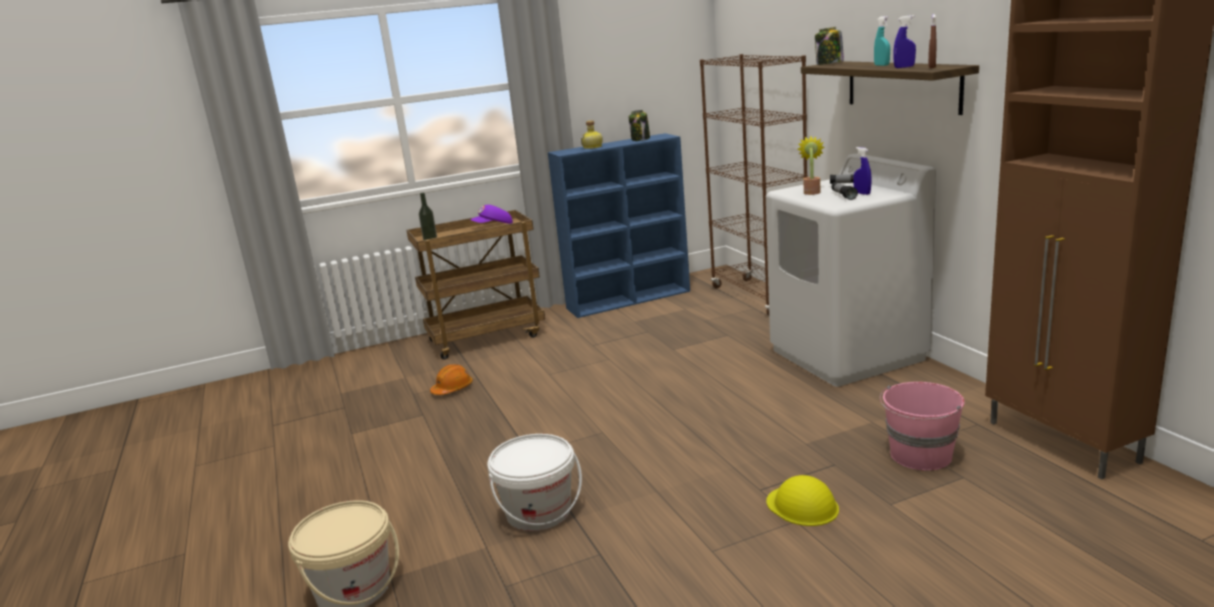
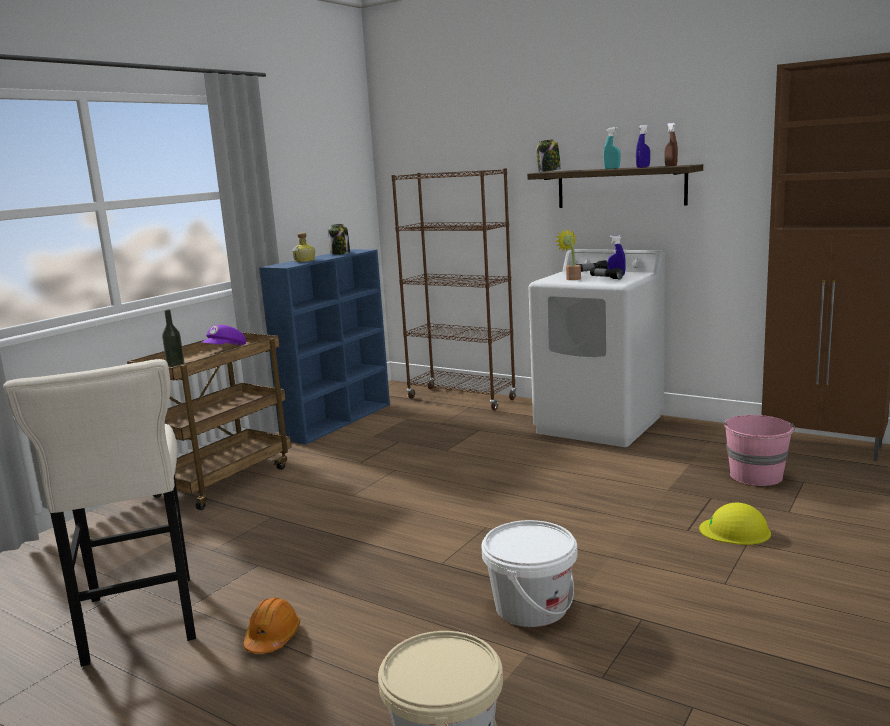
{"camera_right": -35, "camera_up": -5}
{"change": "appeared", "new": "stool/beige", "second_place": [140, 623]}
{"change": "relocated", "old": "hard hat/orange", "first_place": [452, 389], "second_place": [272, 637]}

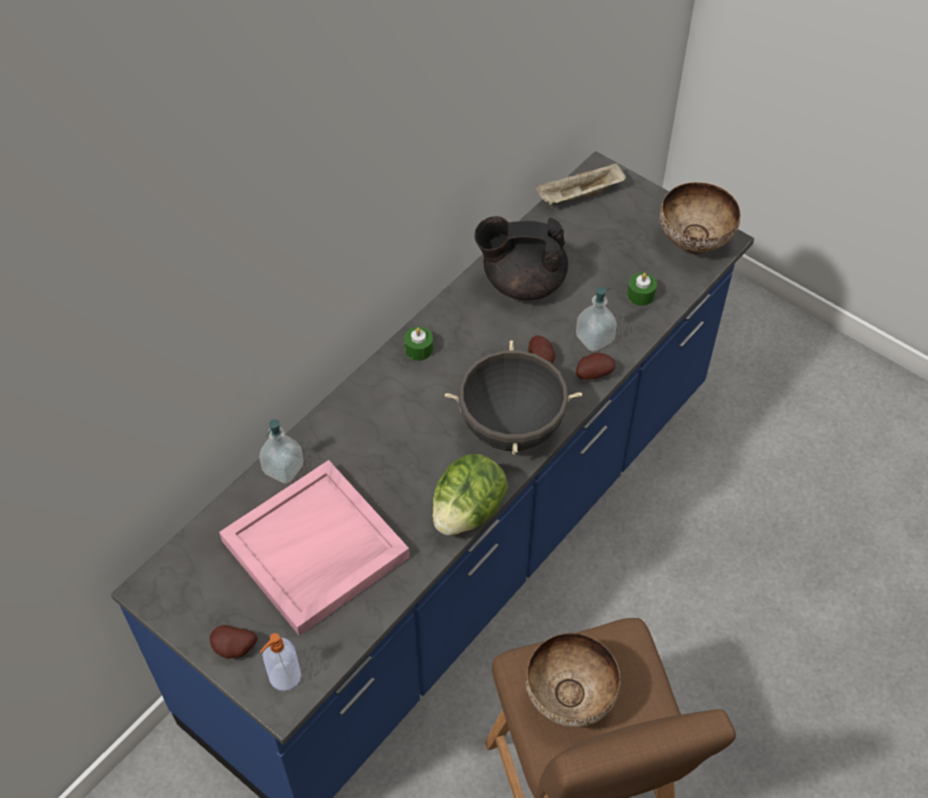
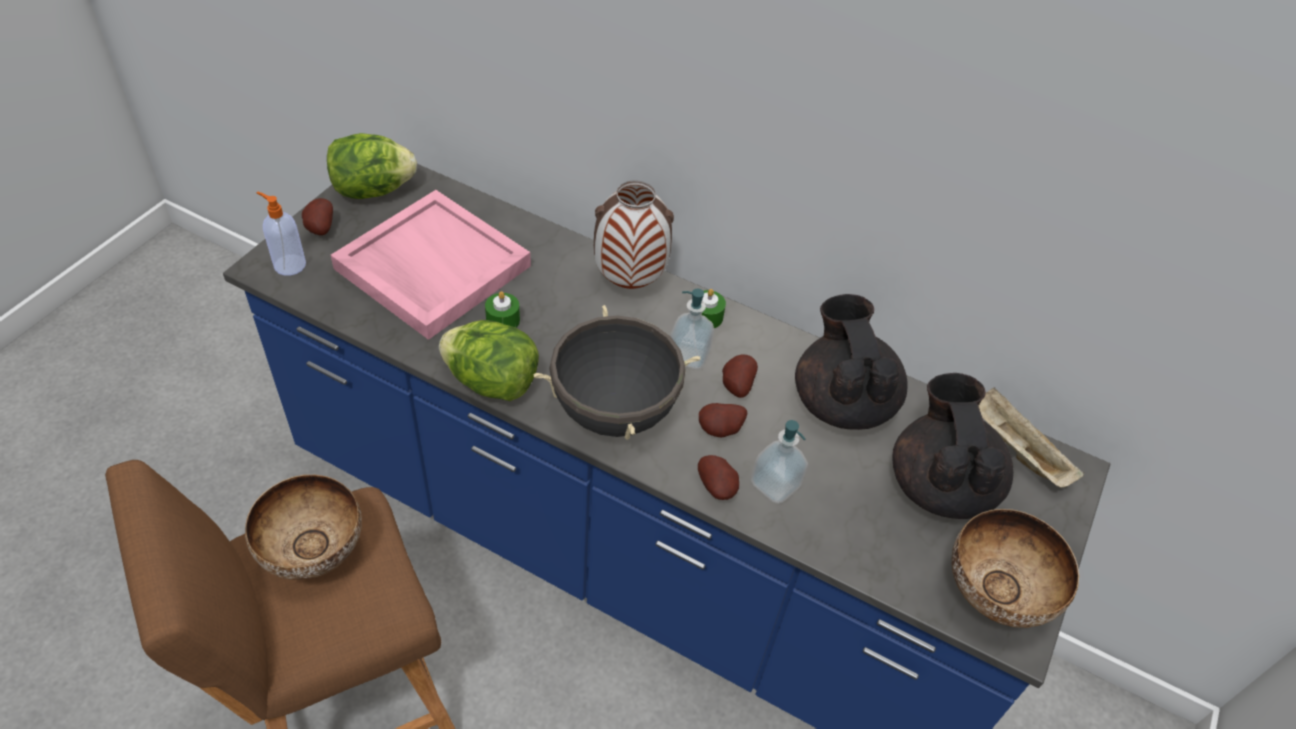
{"camera_right": 75, "camera_up": -5}
{"change": "appeared", "new": "lettuce", "second_place": [372, 190]}
{"change": "relocated", "old": "candle/green", "first_place": [640, 295], "second_place": [503, 320]}
{"change": "appeared", "new": "vase", "second_place": [630, 282]}
{"change": "relocated", "old": "soap dispenser", "first_place": [283, 468], "second_place": [688, 355]}
{"change": "appeared", "new": "potato", "second_place": [735, 385]}
{"change": "appeared", "new": "teapot/black", "second_place": [940, 484]}

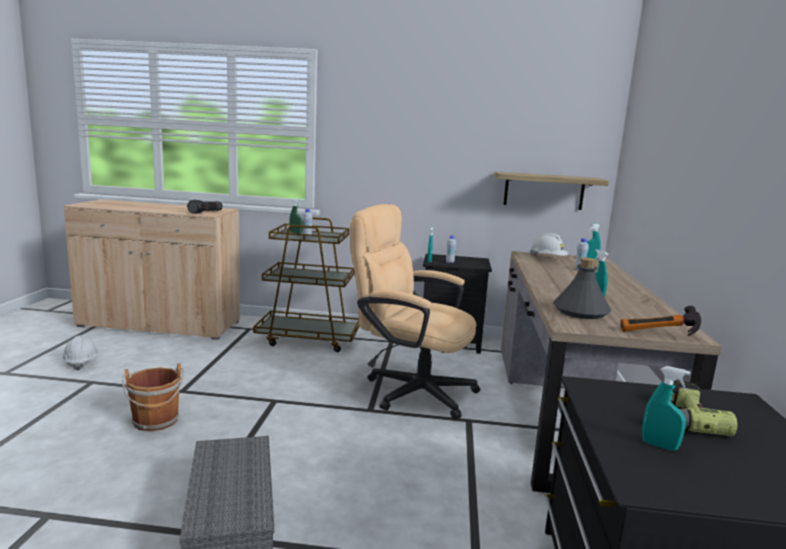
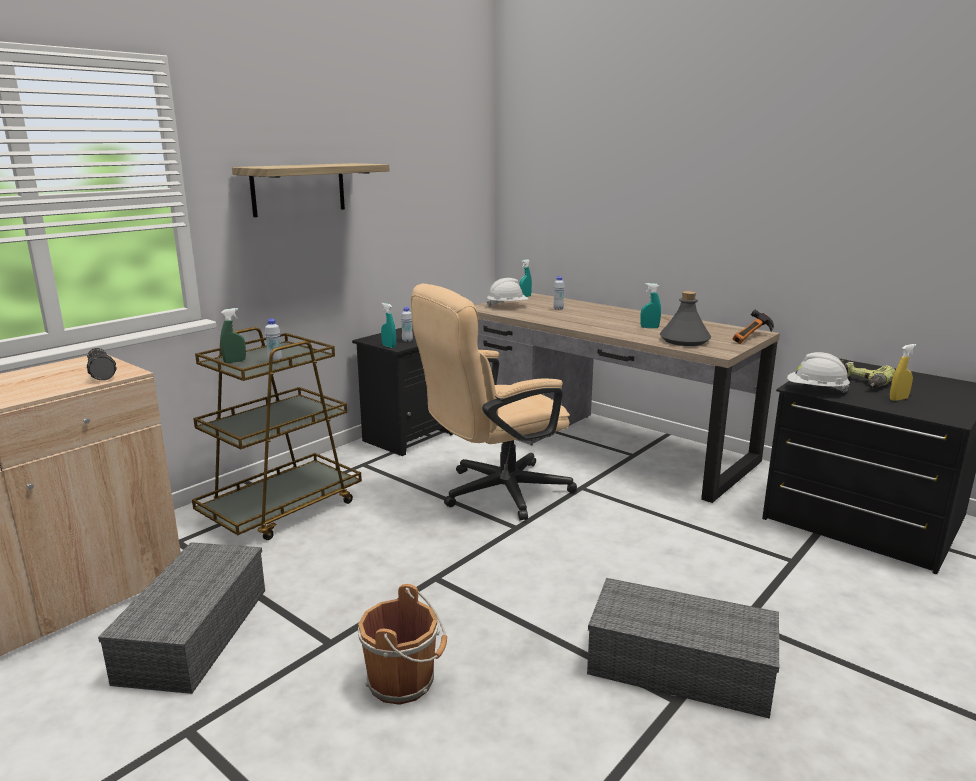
{"camera_right": -55, "camera_up": 5}
{"change": "appeared", "new": "storage box/grey", "second_place": [194, 632]}
{"change": "relocated", "old": "shelf", "first_place": [544, 191], "second_place": [299, 189]}
{"change": "relocated", "old": "hard hat/white", "first_place": [81, 363], "second_place": [816, 391]}
{"change": "colour", "old": "spray bottle/turquoise", "new": "spray bottle/yellow", "first_place": [659, 446], "second_place": [898, 399]}

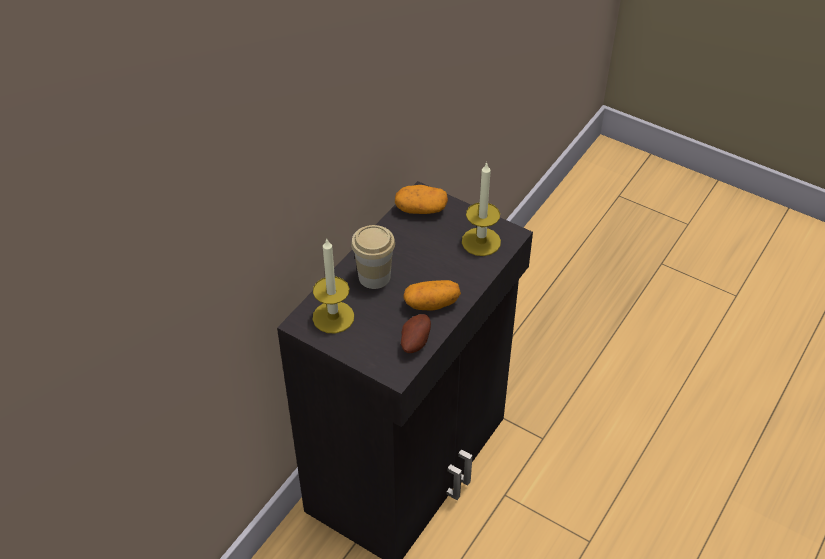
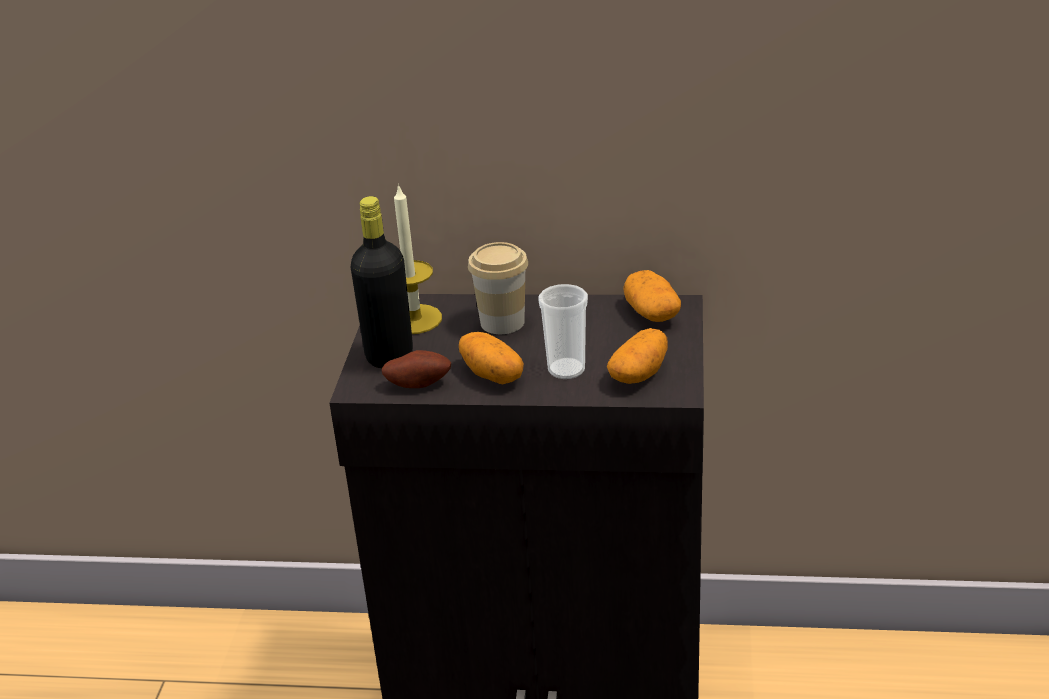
{"camera_right": 65, "camera_up": -15}
{"change": "appeared", "new": "bottle/black", "second_place": [389, 356]}
{"change": "appeared", "new": "cup", "second_place": [566, 369]}
{"change": "exchanged", "old": "candle", "new": "potato", "first_place": [481, 241], "second_place": [639, 374]}

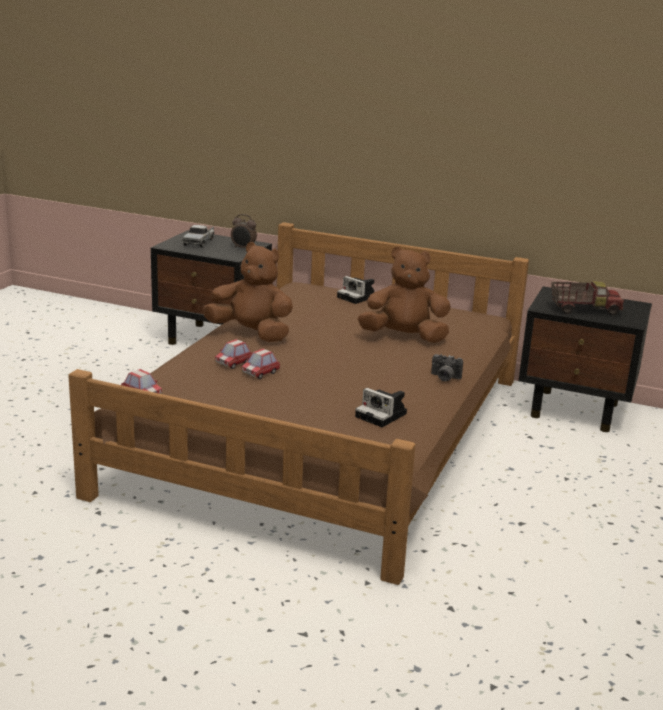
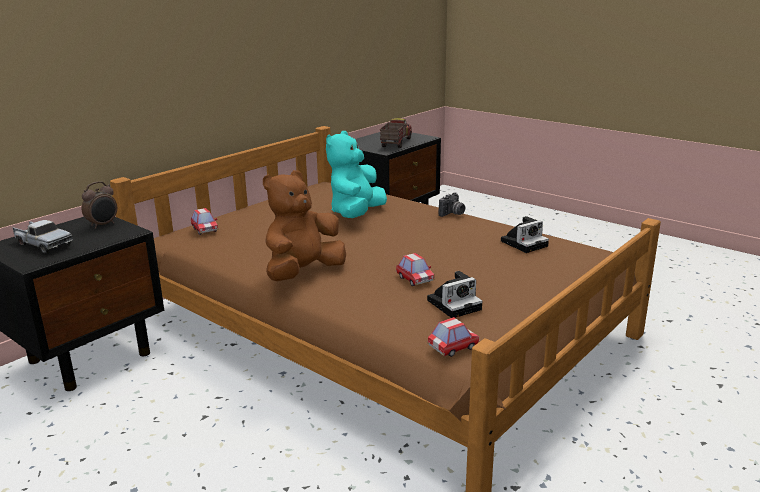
{"camera_right": -70, "camera_up": 0}
{"change": "relocated", "old": "toy car", "first_place": [234, 363], "second_place": [204, 230]}
{"change": "colour", "old": "plush toy/brown", "new": "plush toy/turquoise", "first_place": [404, 337], "second_place": [356, 214]}
{"change": "relocated", "old": "photo camera", "first_place": [358, 297], "second_place": [455, 304]}

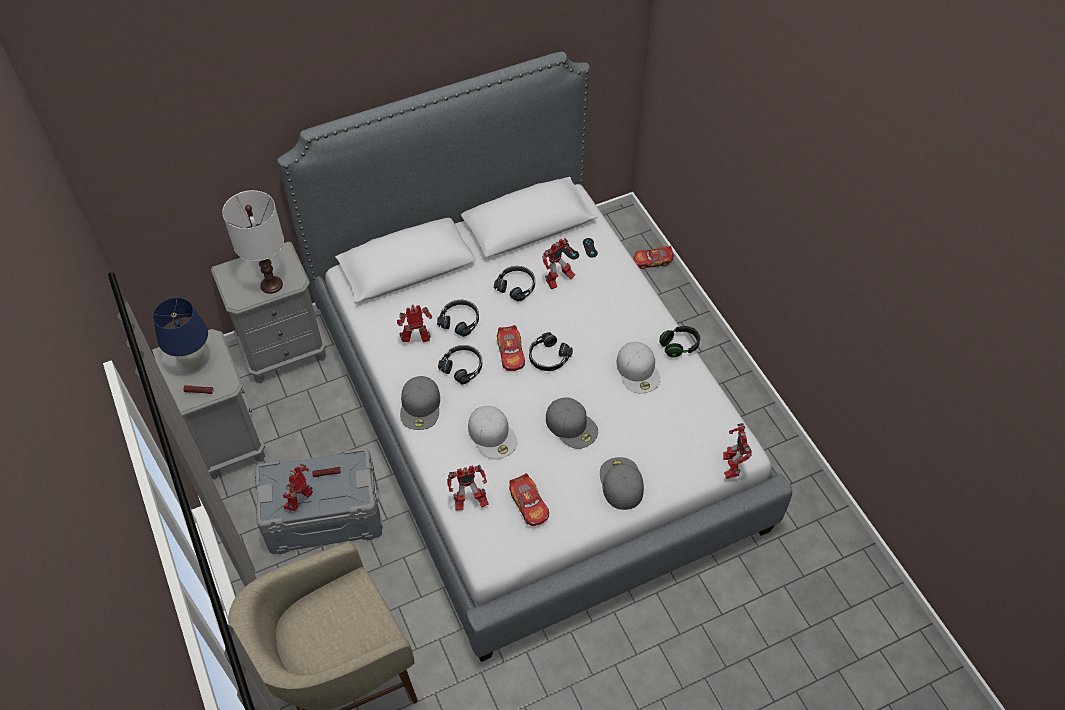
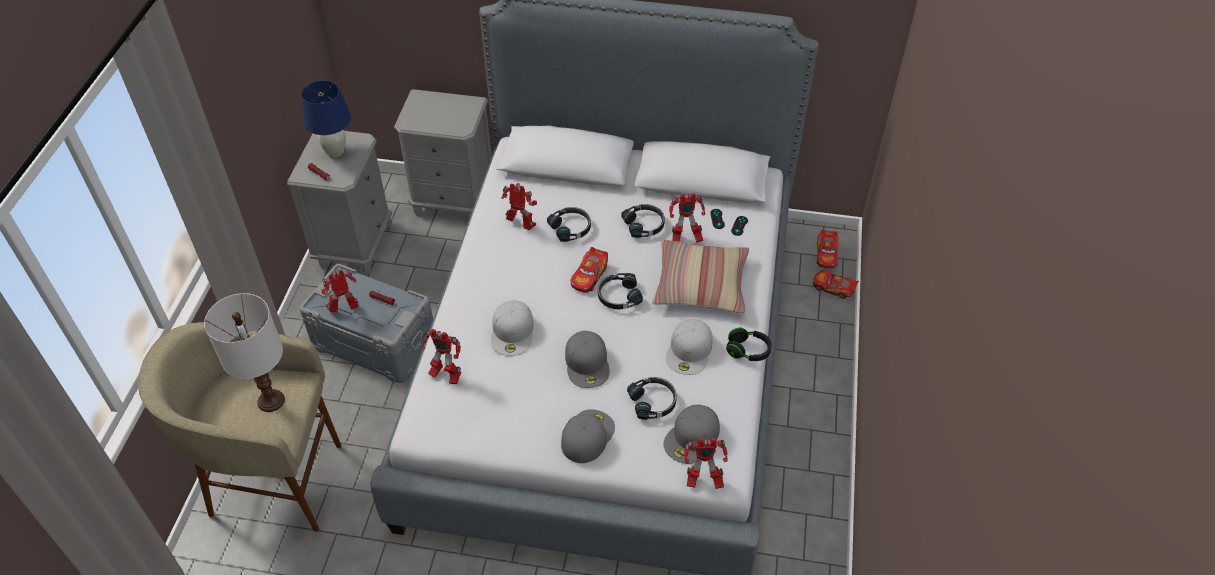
{"camera_right": 35, "camera_up": -5}
{"change": "relocated", "old": "table lamp/white", "first_place": [271, 285], "second_place": [270, 400]}
{"change": "relocated", "old": "headphones/black", "first_place": [463, 366], "second_place": [653, 401]}
{"change": "appeared", "new": "pillow", "second_place": [701, 284]}
{"change": "relocated", "old": "cap/grey", "first_place": [421, 406], "second_place": [692, 438]}
{"change": "spun", "old": "toy robot", "first_place": [731, 465], "second_place": [702, 481], "degrees": -120}
{"change": "relocated", "old": "toy car", "first_place": [529, 504], "second_place": [826, 254]}

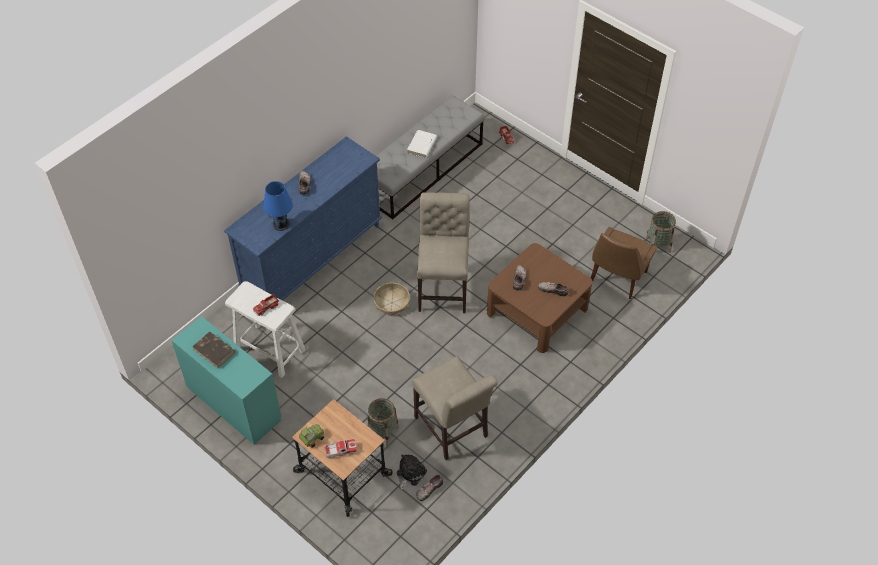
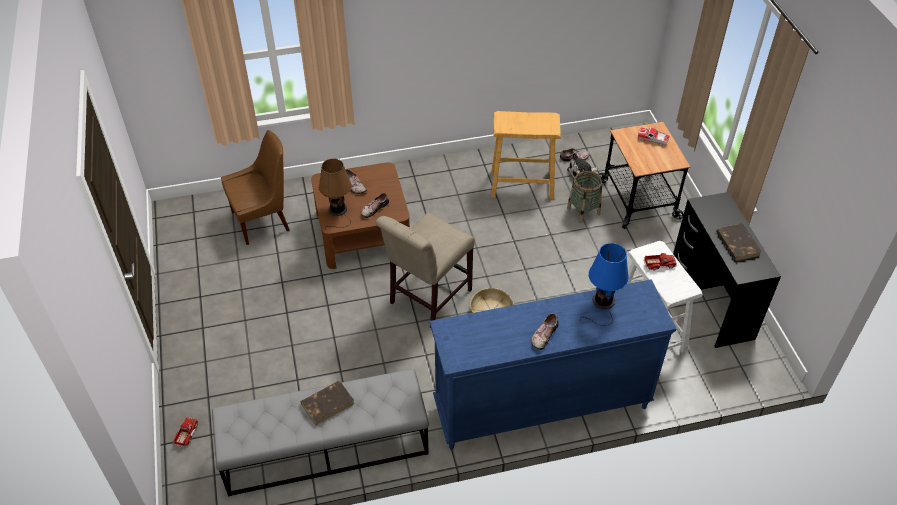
{"camera_right": -145, "camera_up": -5}
{"change": "colour", "old": "book/white", "new": "book/brown", "first_place": [422, 145], "second_place": [328, 403]}
{"change": "appeared", "new": "table lamp/brown", "second_place": [338, 211]}
{"change": "exchanged", "old": "chair/beige", "new": "stool/beige", "first_place": [453, 430], "second_place": [522, 184]}
{"change": "colour", "old": "desk/turquoise", "new": "desk/black", "first_place": [233, 403], "second_place": [712, 300]}
{"change": "missing", "old": "toy car", "first_place": [311, 437]}
{"change": "missing", "old": "basket", "first_place": [657, 244]}

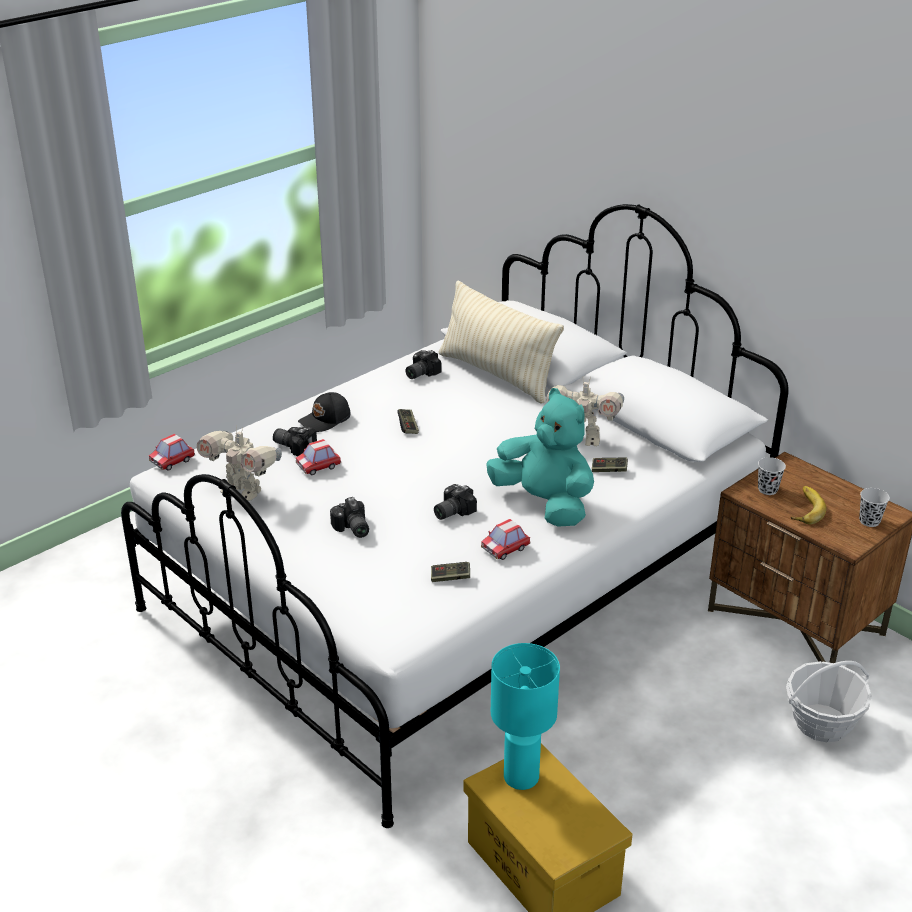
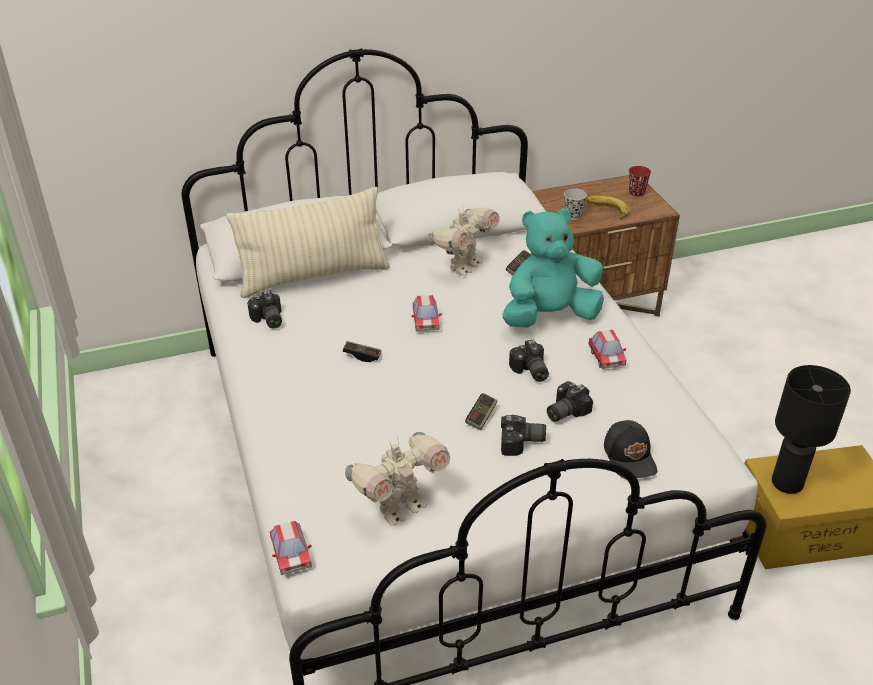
{"camera_right": -65, "camera_up": 5}
{"change": "relocated", "old": "toy car", "first_place": [318, 466], "second_place": [426, 322]}
{"change": "relocated", "old": "game controller", "first_place": [450, 577], "second_place": [481, 417]}
{"change": "relocated", "old": "photo camera", "first_place": [295, 446], "second_place": [564, 411]}
{"change": "relocated", "old": "cap/black", "first_place": [325, 420], "second_place": [630, 457]}
{"change": "colour", "old": "cup/black", "new": "cup/red", "first_place": [869, 521], "second_place": [636, 192]}
{"change": "colour", "old": "table lamp/turquoise", "new": "table lamp/black", "first_place": [520, 777], "second_place": [786, 483]}
{"change": "missing", "old": "basket", "first_place": [822, 723]}

